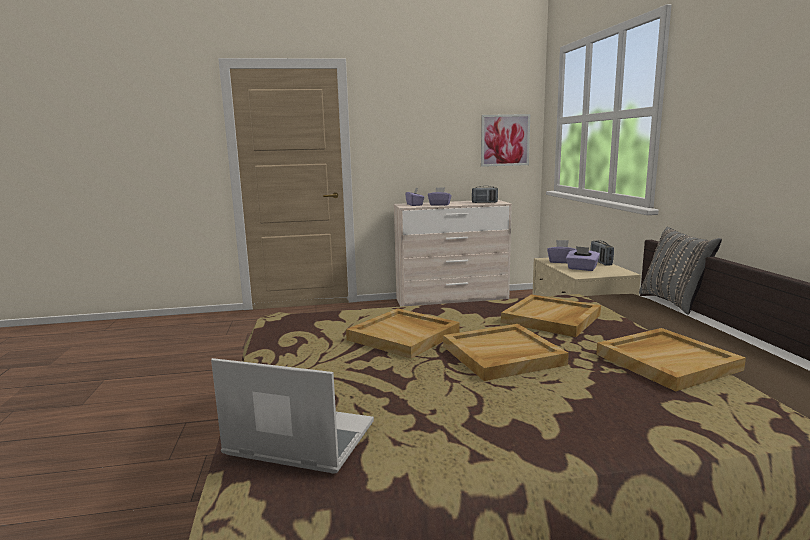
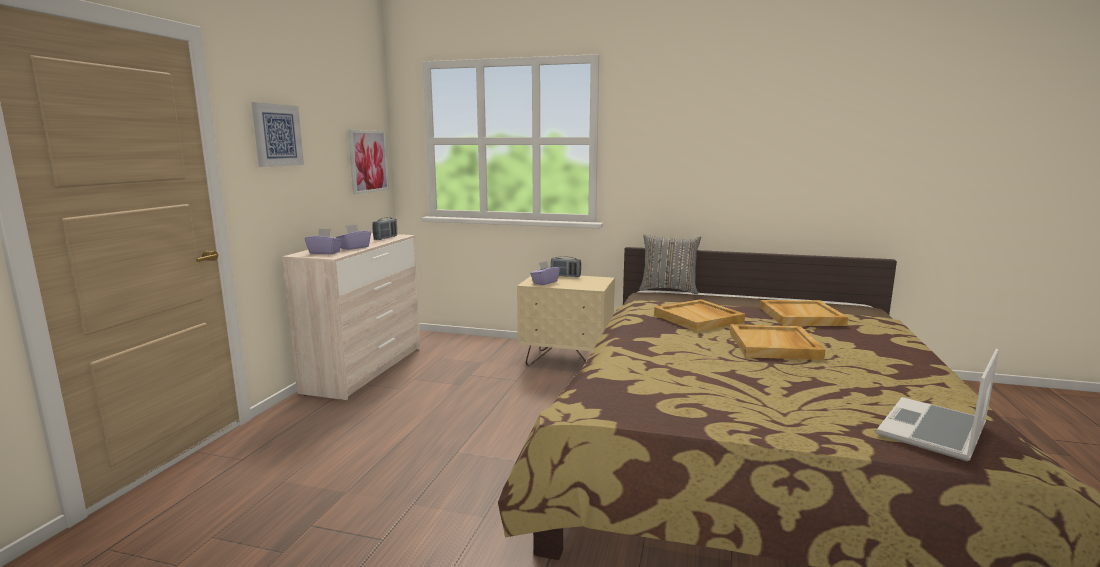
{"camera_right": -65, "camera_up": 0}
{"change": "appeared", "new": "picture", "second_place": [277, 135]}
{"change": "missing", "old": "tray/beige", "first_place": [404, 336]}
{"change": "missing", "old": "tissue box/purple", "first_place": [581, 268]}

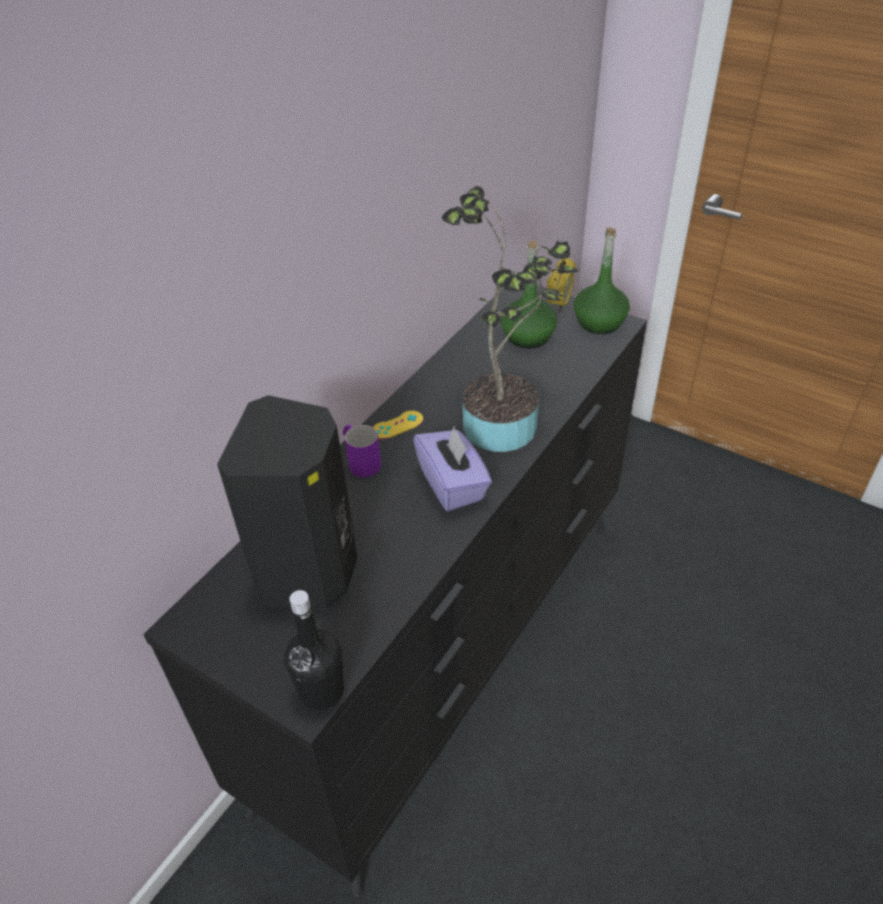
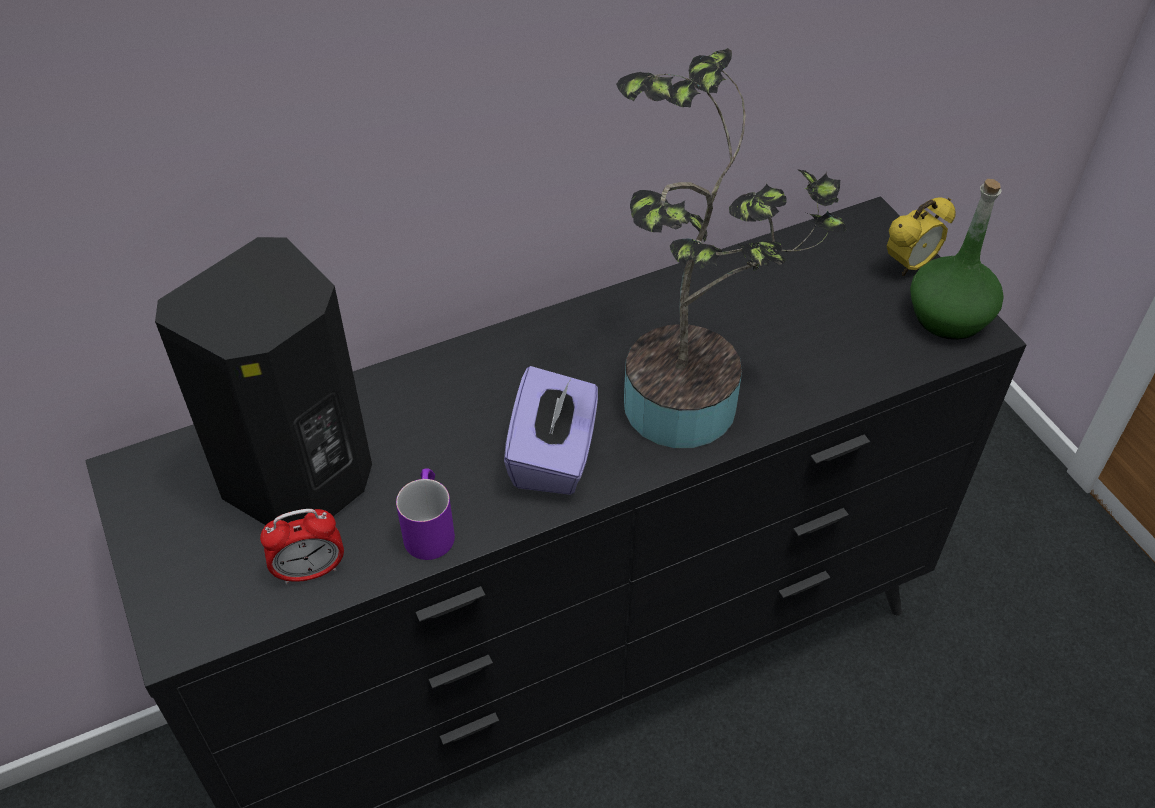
{"camera_right": 30, "camera_up": 5}
{"change": "appeared", "new": "alarm clock", "second_place": [310, 571]}
{"change": "relocated", "old": "mug/purple", "first_place": [360, 460], "second_place": [429, 527]}
{"change": "missing", "old": "bottle/black", "first_place": [321, 691]}
{"change": "missing", "old": "game controller/yellow", "first_place": [397, 425]}
{"change": "missing", "old": "bottle/green", "first_place": [527, 336]}

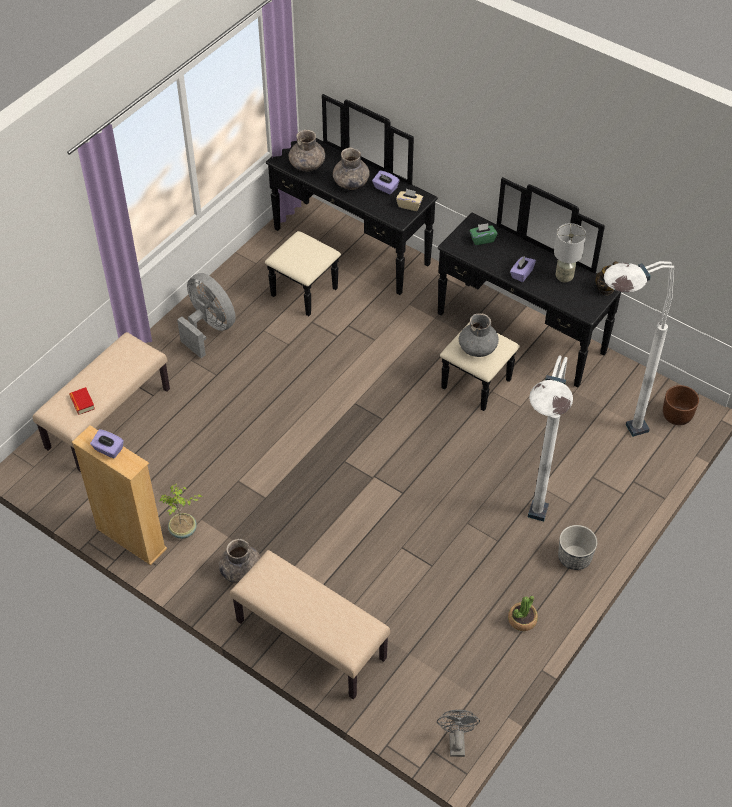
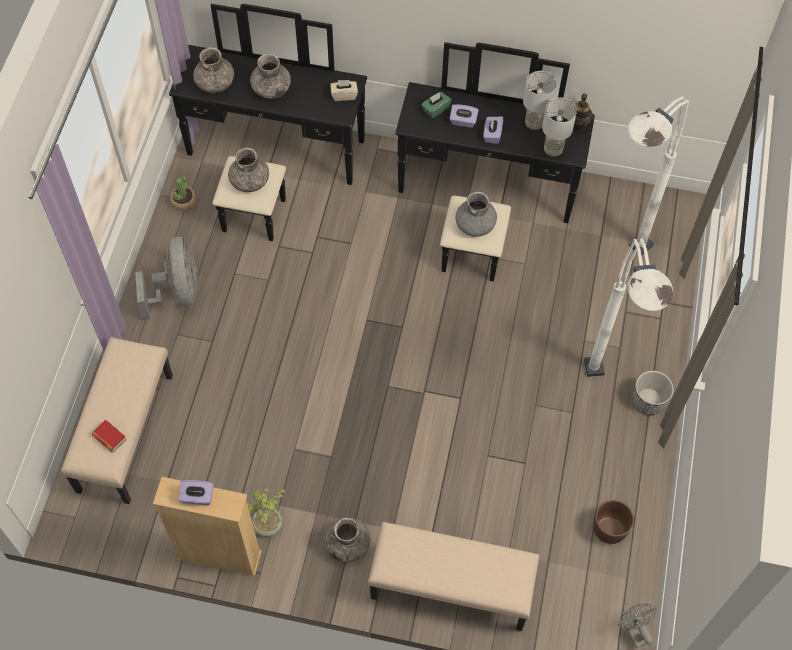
{"camera_right": -25, "camera_up": 10}
{"change": "spun", "old": "fan/grey", "first_place": [209, 328], "second_place": [177, 292], "degrees": 60}
{"change": "relocated", "old": "potted plant", "first_place": [522, 619], "second_place": [184, 201]}
{"change": "appeared", "new": "vase/grey", "second_place": [250, 181]}
{"change": "relocated", "old": "tissue box/purple", "first_place": [385, 188], "second_place": [463, 121]}
{"change": "appeared", "new": "table lamp/grey", "second_place": [552, 150]}
{"change": "relocated", "old": "planter/brown", "first_place": [677, 416], "second_place": [609, 529]}

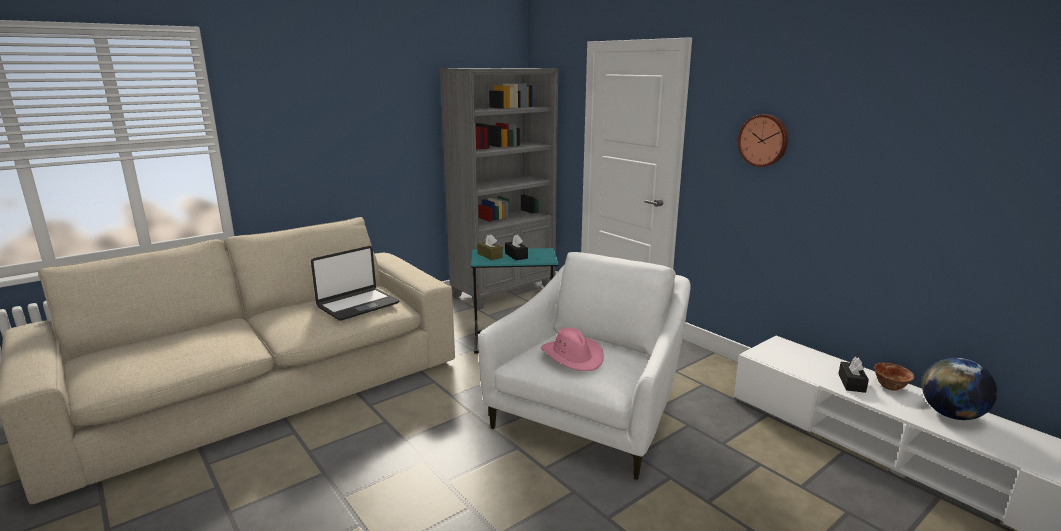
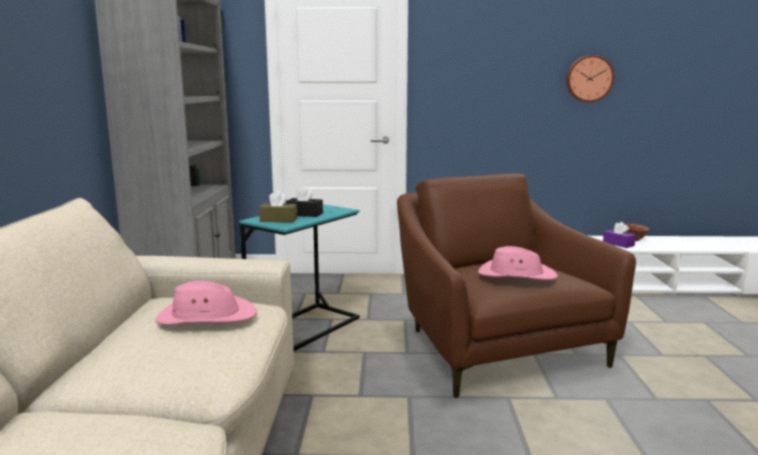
{"camera_right": -50, "camera_up": -5}
{"change": "exchanged", "old": "laptop", "new": "hat/pink", "first_place": [357, 305], "second_place": [206, 317]}
{"change": "colour", "old": "armchair/white", "new": "armchair/brown", "first_place": [591, 414], "second_place": [493, 346]}
{"change": "relocated", "old": "wall clock", "first_place": [764, 140], "second_place": [589, 78]}
{"change": "colour", "old": "tissue box/black", "new": "tissue box/purple", "first_place": [851, 383], "second_place": [618, 244]}
{"change": "missing", "old": "globe", "first_place": [951, 415]}

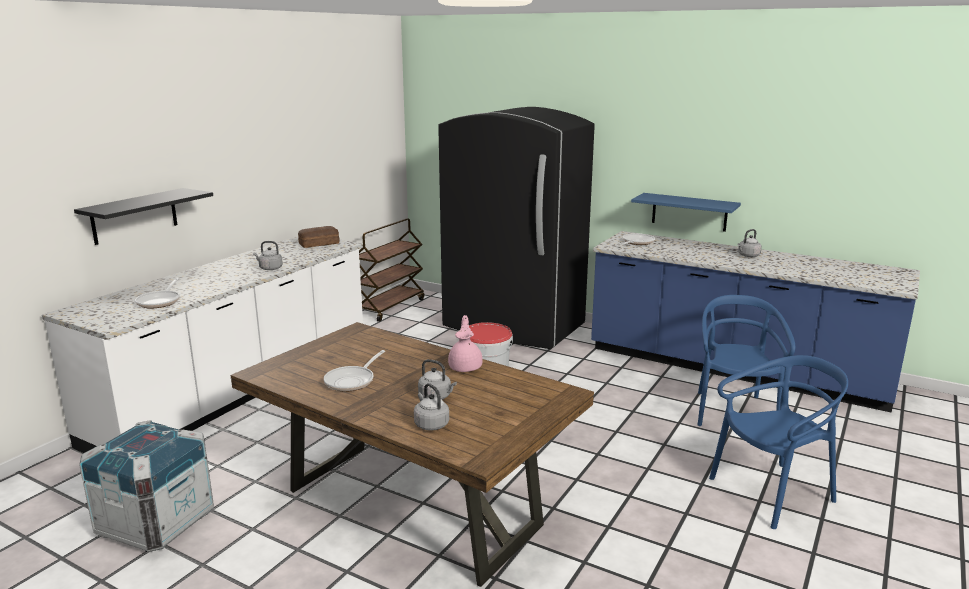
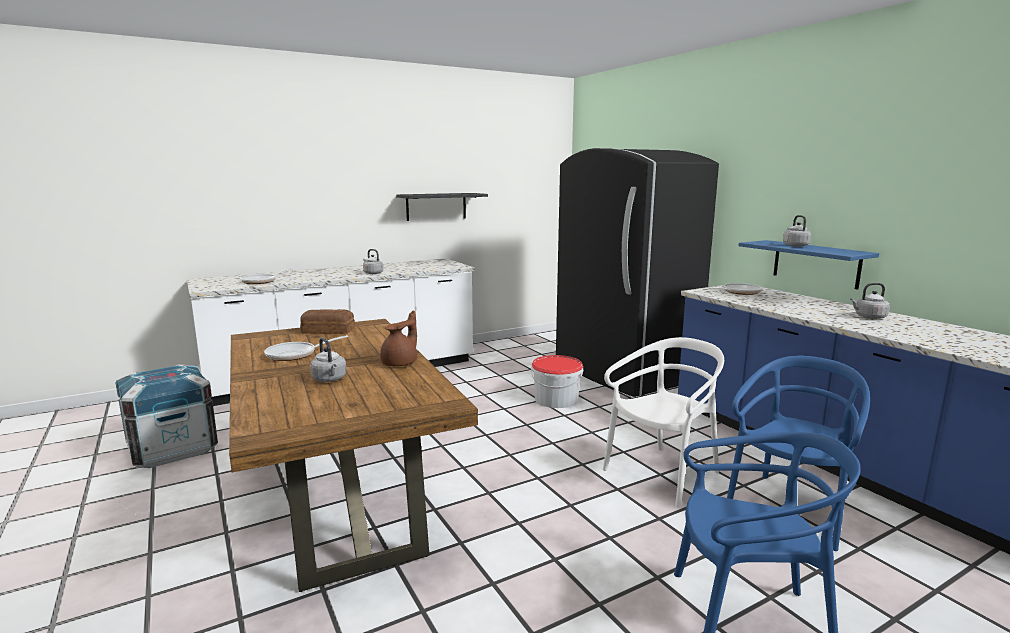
{"camera_right": 30, "camera_up": -5}
{"change": "relocated", "old": "bread", "first_place": [318, 243], "second_place": [328, 330]}
{"change": "colour", "old": "teapot/pink", "new": "teapot/brown", "first_place": [466, 367], "second_place": [401, 363]}
{"change": "relocated", "old": "shelf/black", "first_place": [134, 216], "second_place": [436, 206]}
{"change": "appeared", "new": "chair/white", "second_place": [663, 473]}
{"change": "relocated", "old": "kettle/grey", "first_place": [430, 424], "second_place": [794, 245]}
{"change": "missing", "old": "cart/brown", "first_place": [390, 307]}

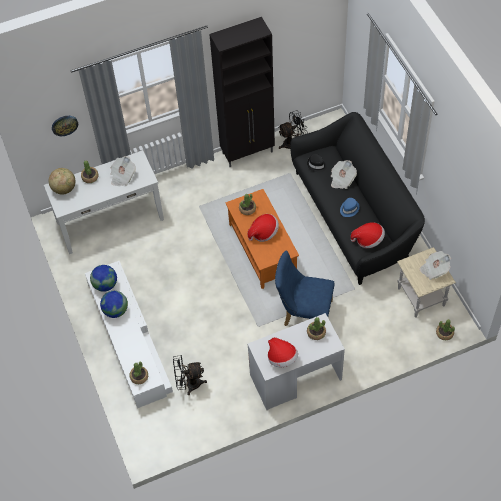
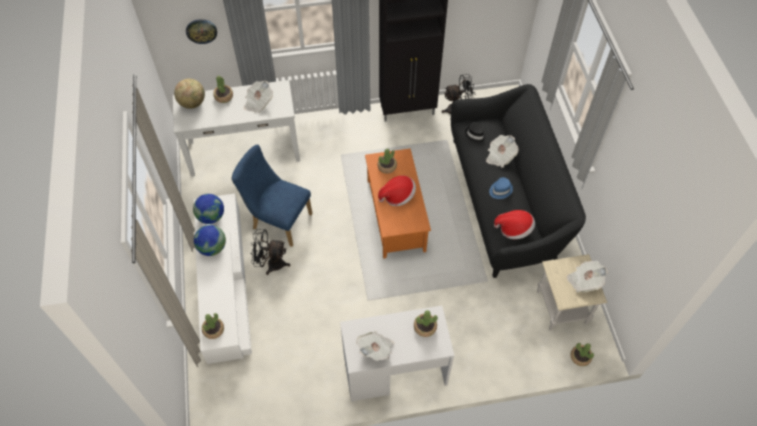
{"camera_right": 10, "camera_up": 0}
{"change": "relocated", "old": "chair/blue", "first_place": [304, 313], "second_place": [278, 220]}
{"change": "relocated", "old": "fan/black", "first_place": [189, 384], "second_place": [271, 264]}
{"change": "exchanged", "old": "hat", "new": "newspaper", "first_place": [282, 358], "second_place": [376, 349]}

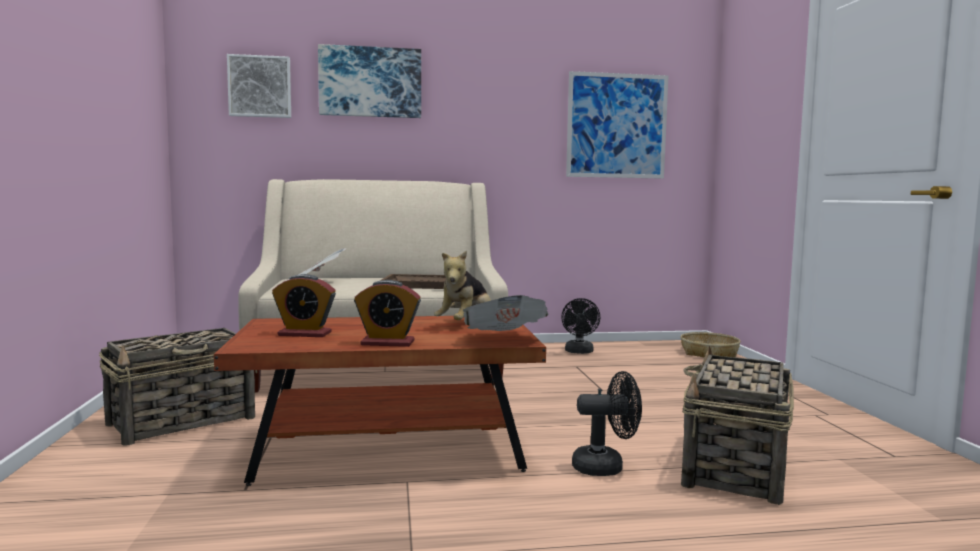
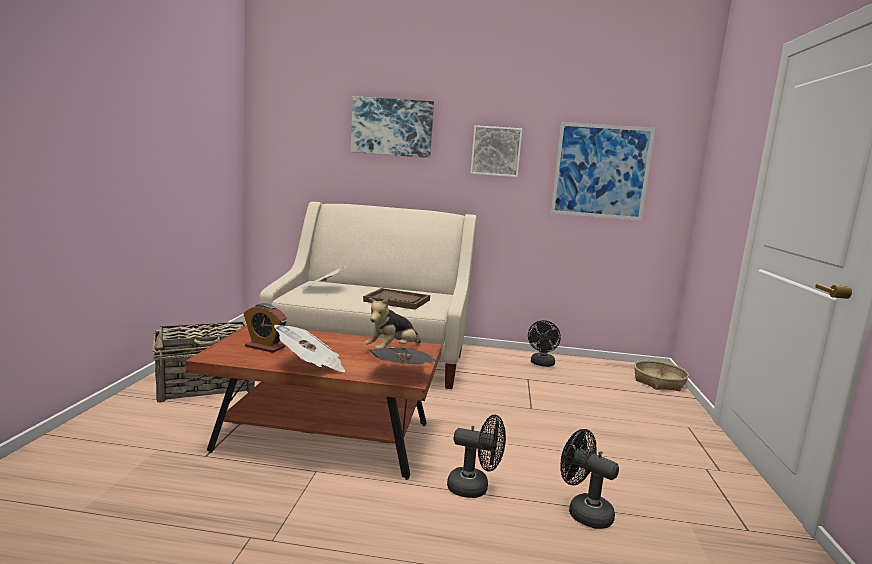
{"camera_right": 15, "camera_up": 5}
{"change": "exchanged", "old": "alarm clock", "new": "newspaper", "first_place": [387, 343], "second_place": [311, 366]}
{"change": "relocated", "old": "picture", "first_place": [260, 87], "second_place": [496, 151]}
{"change": "exchanged", "old": "basket", "new": "fan/black", "first_place": [735, 468], "second_place": [583, 512]}

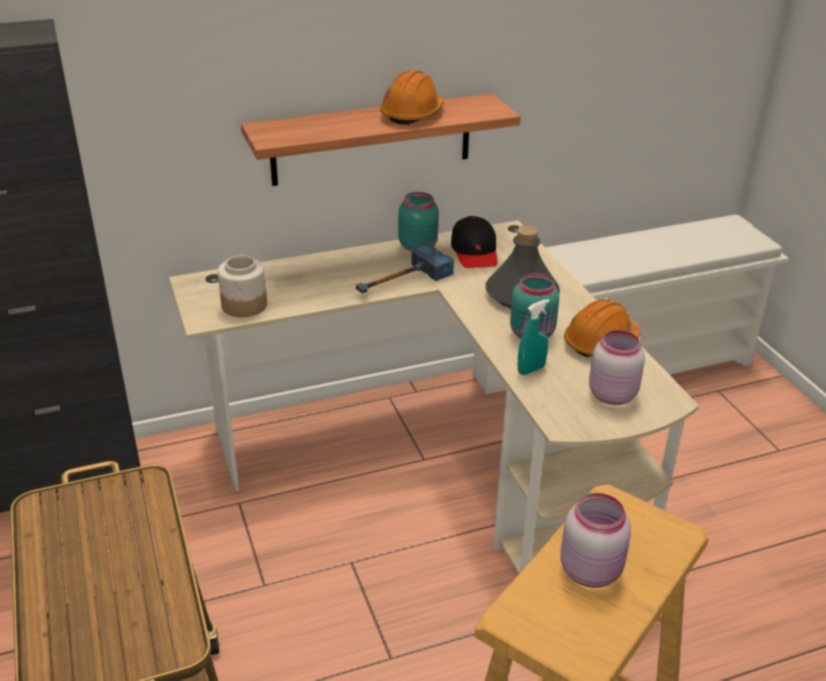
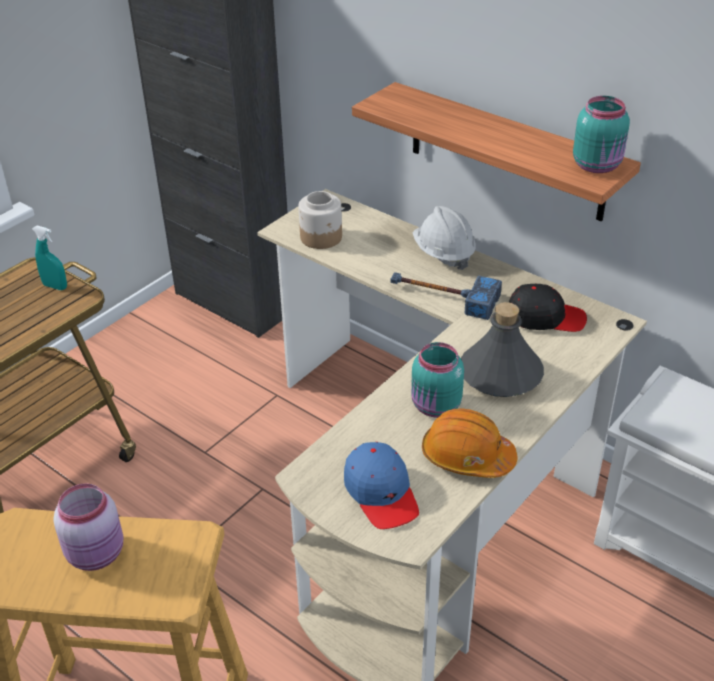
{"camera_right": 60, "camera_up": 5}
{"change": "relocated", "old": "spray bottle/turquoise", "first_place": [531, 370], "second_place": [55, 286]}
{"change": "exchanged", "old": "jar/pink", "new": "cap/blue", "first_place": [611, 394], "second_place": [381, 493]}
{"change": "appeared", "new": "hard hat/white", "second_place": [443, 253]}
{"change": "spun", "old": "cap/black", "first_place": [475, 252], "second_place": [545, 317], "degrees": -135}
{"change": "relocated", "old": "jar/turquoise", "first_place": [418, 245], "second_place": [598, 165]}
{"change": "missing", "old": "hard hat/orange", "first_place": [412, 114]}

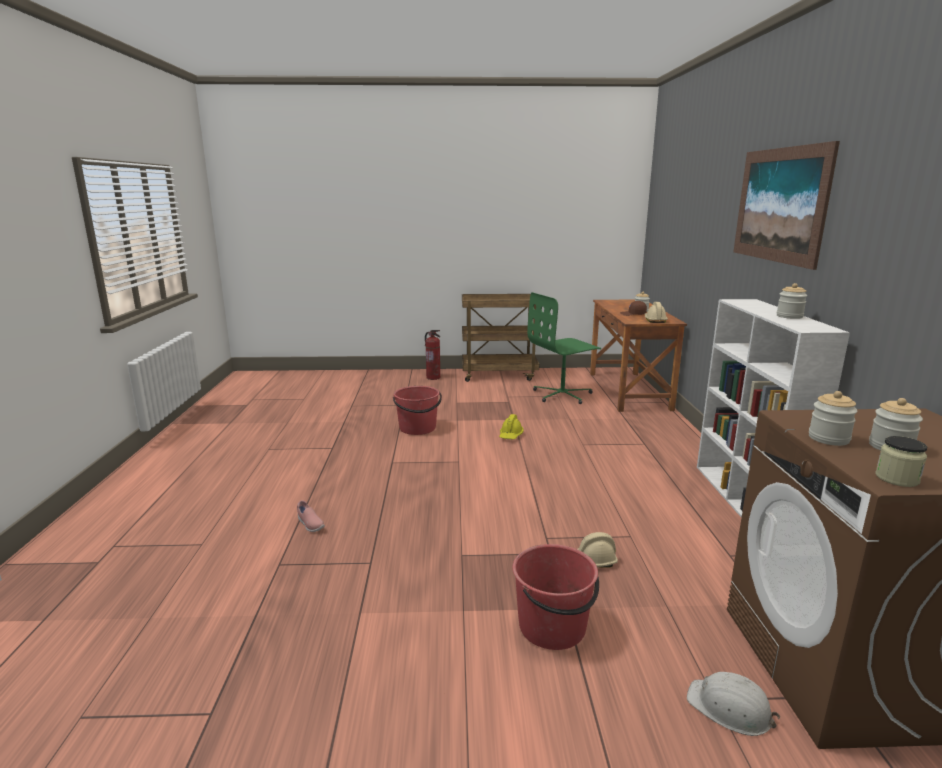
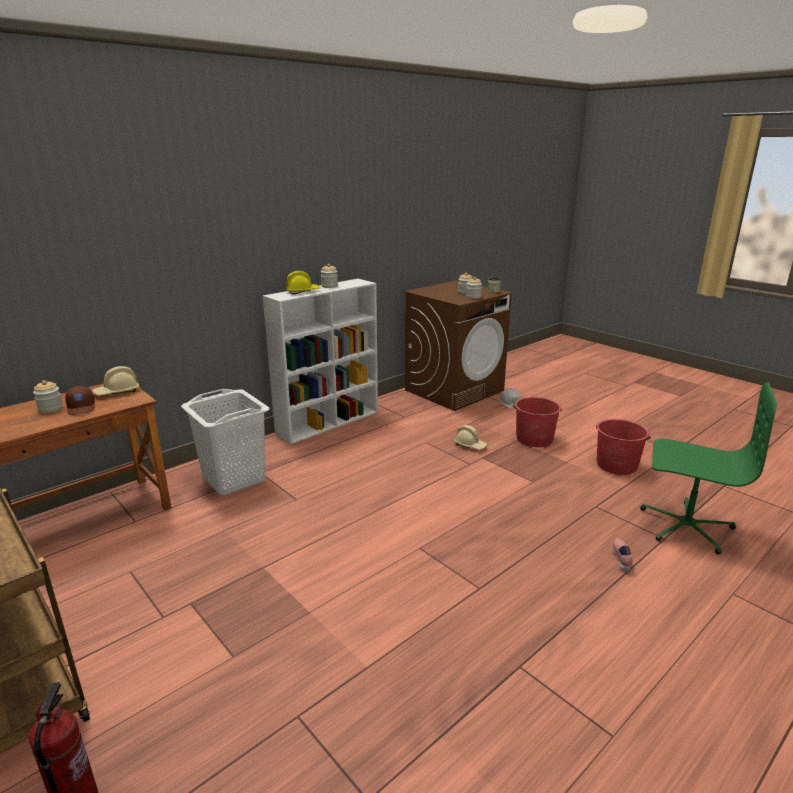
{"camera_right": -130, "camera_up": 5}
{"change": "appeared", "new": "laundry basket/white", "second_place": [233, 479]}
{"change": "relocated", "old": "hard hat/yellow", "first_place": [511, 435], "second_place": [303, 291]}
{"change": "relocated", "old": "bucket/red", "first_place": [418, 428], "second_place": [616, 465]}
{"change": "relocated", "old": "office chair/green", "first_place": [562, 395], "second_place": [686, 526]}
{"change": "missing", "old": "picture", "first_place": [779, 205]}

